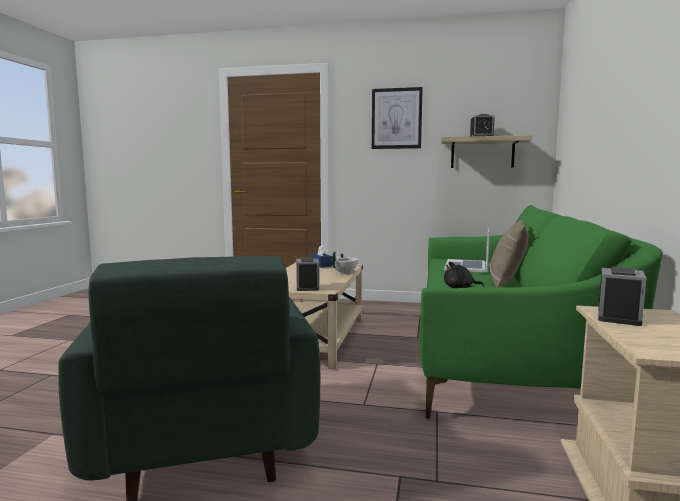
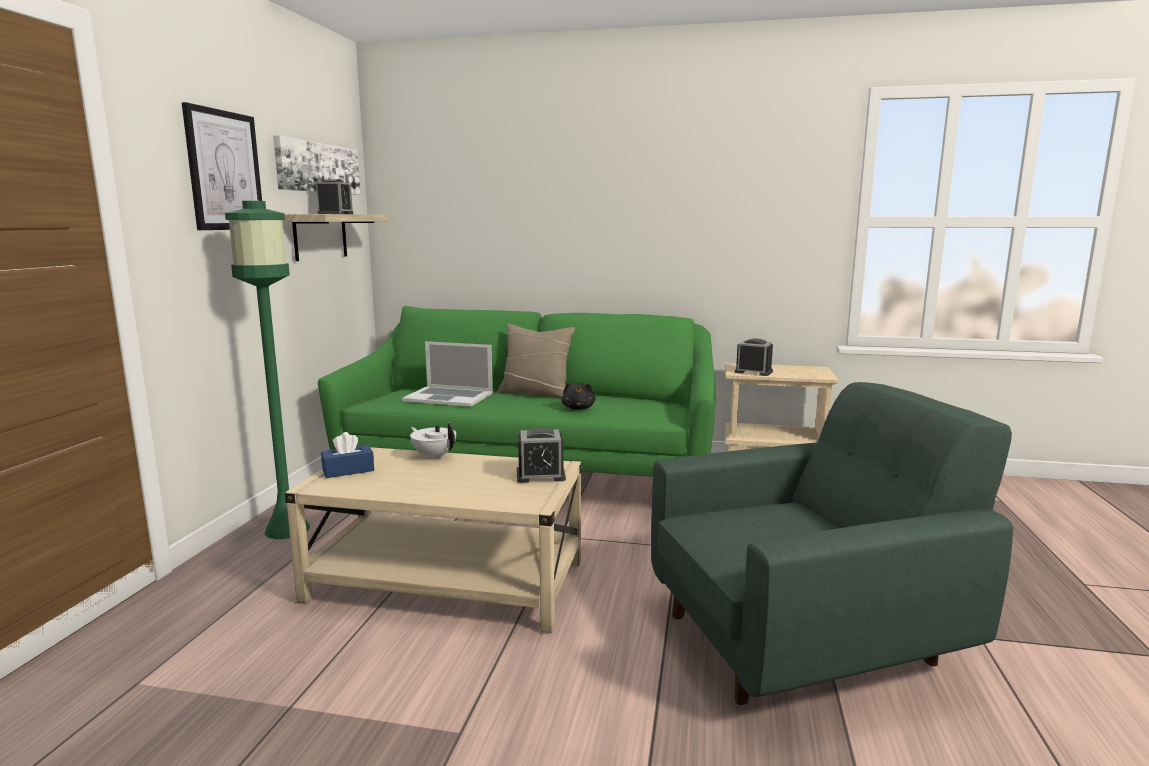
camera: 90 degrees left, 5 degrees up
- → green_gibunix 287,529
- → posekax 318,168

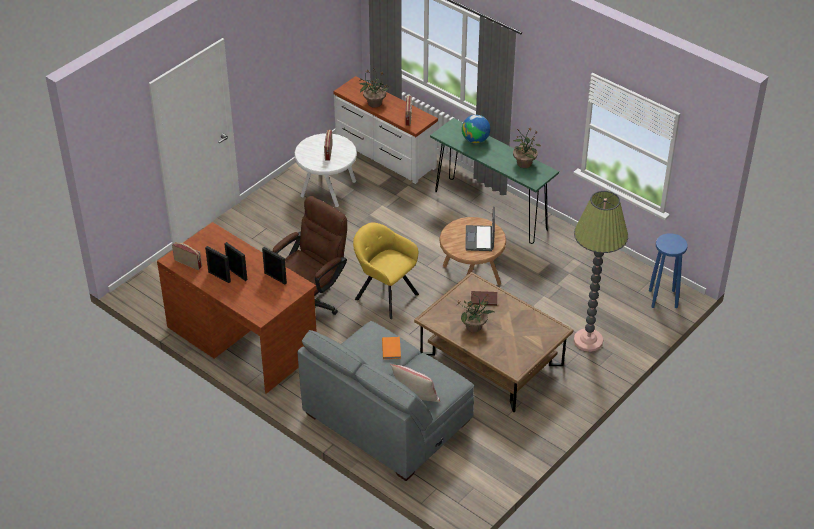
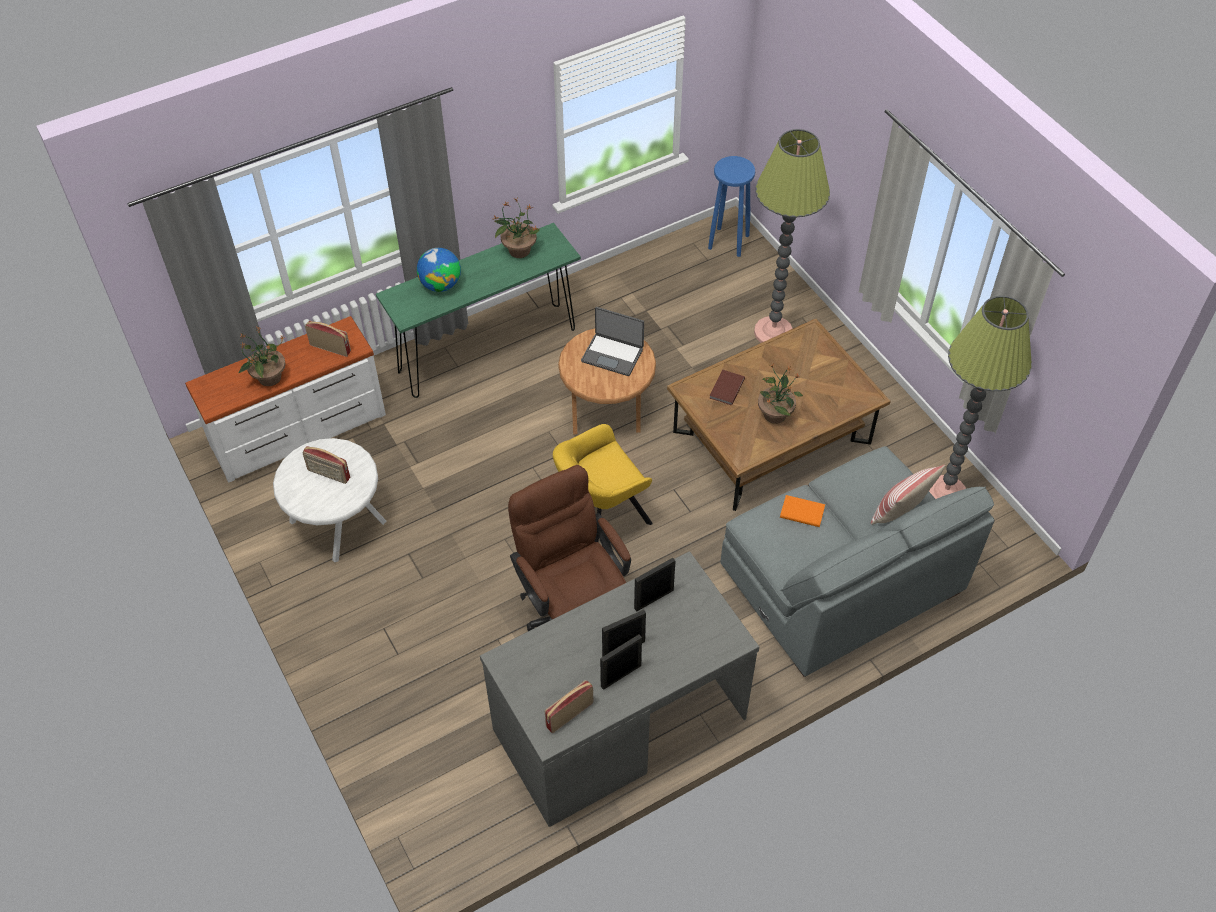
camera: 70 degrees left, 10 degrees up
- → gibunix 945,494
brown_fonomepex 242,338 → grey_fonomepex 618,723

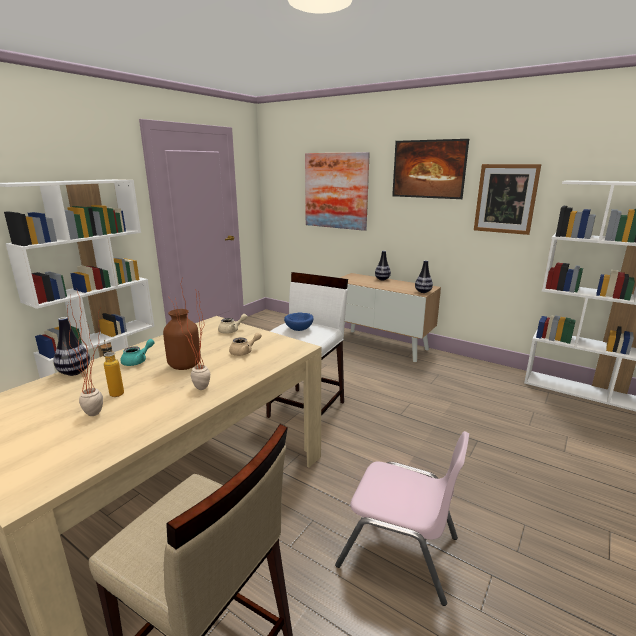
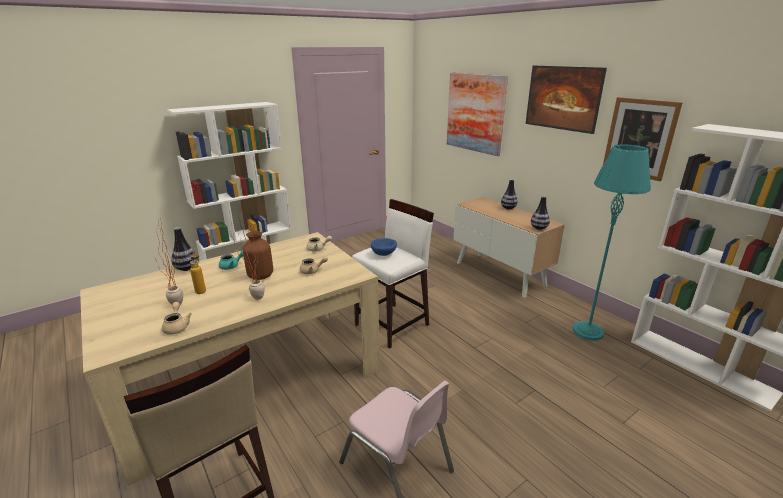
camera: 20 degrees right, 5 degrees up
- → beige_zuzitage 177,326
- → turquoise_gibunix 588,331

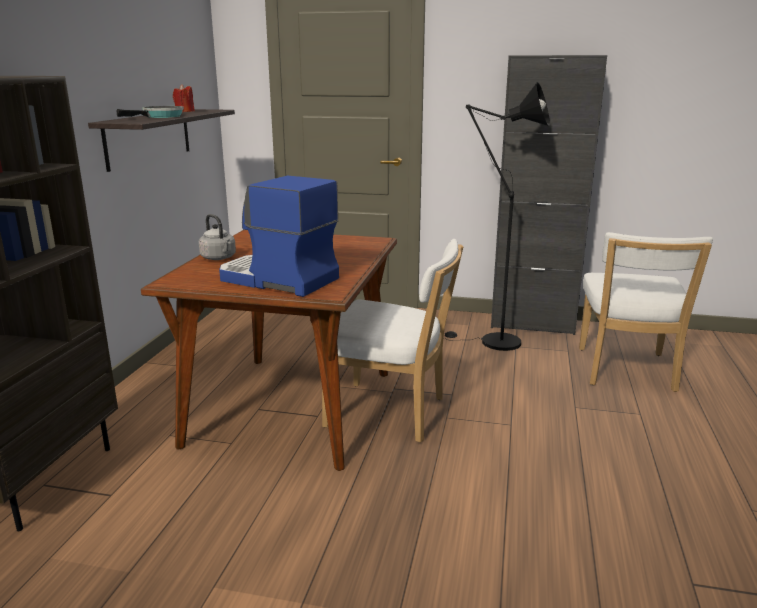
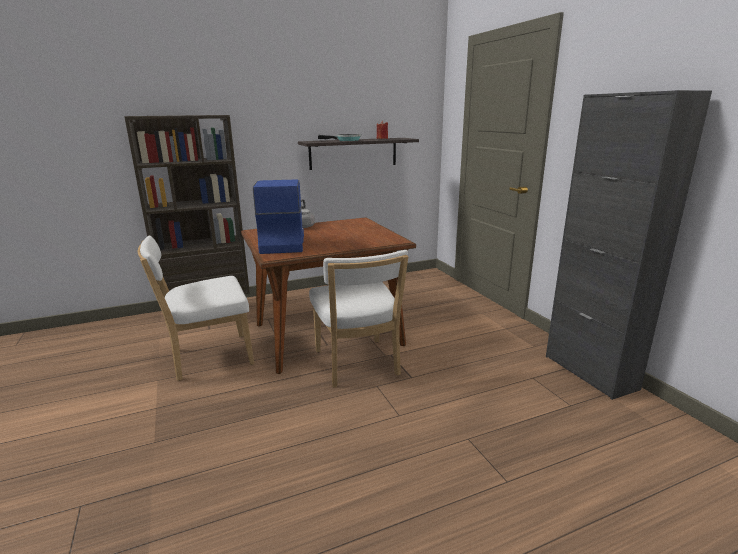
camera: 55 degrees right, 0 degrees up
black_gibunix 492,342 → -
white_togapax 626,372 → white_togapax 207,358, moved

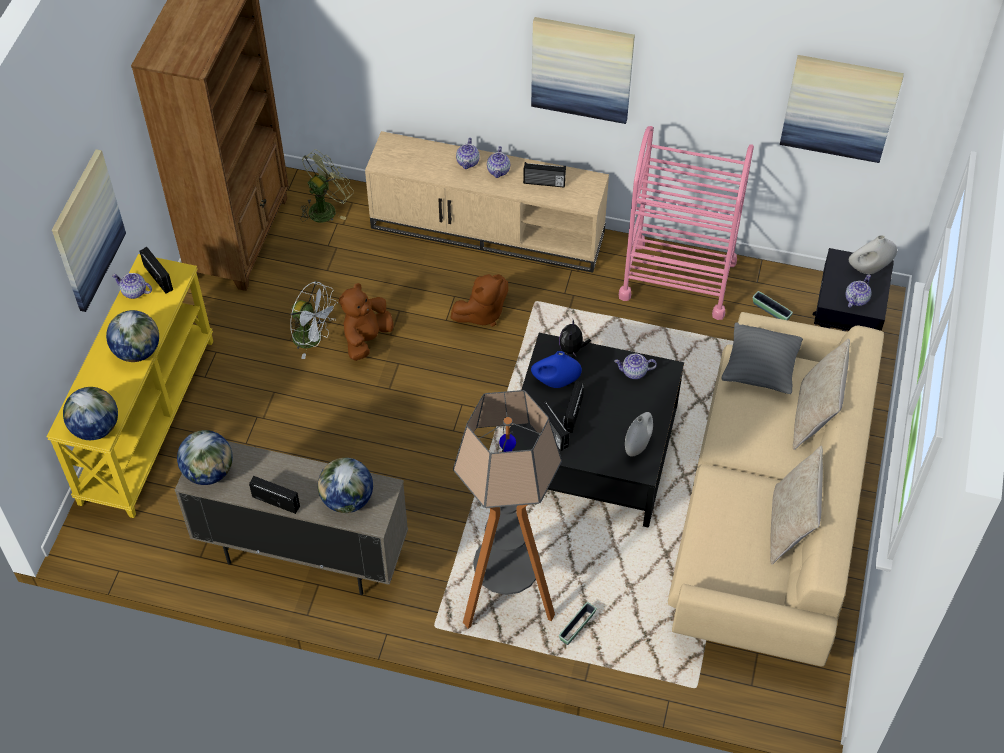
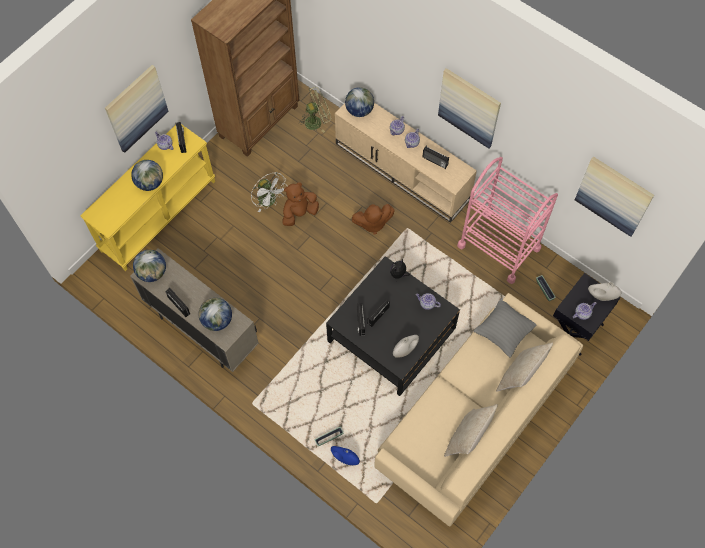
camera: 25 degrees right, 10 degrees up
gibunix 507,599 → -
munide 95,428 → munide 359,110, moved
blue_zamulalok 555,382 → blue_zamulalok 345,458, moved

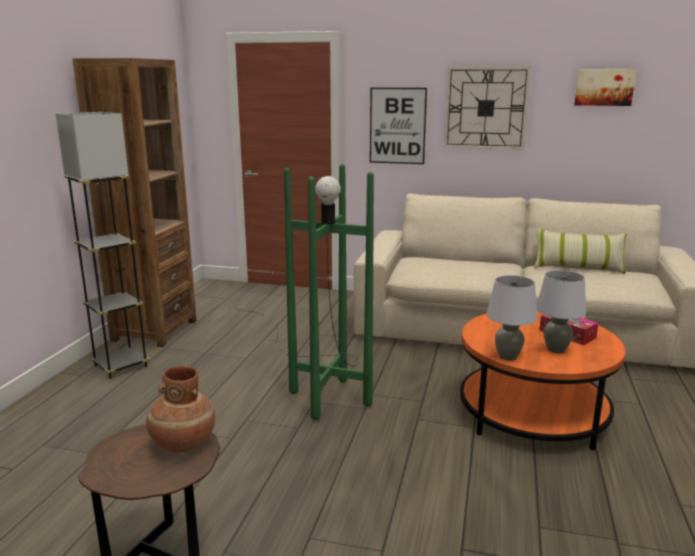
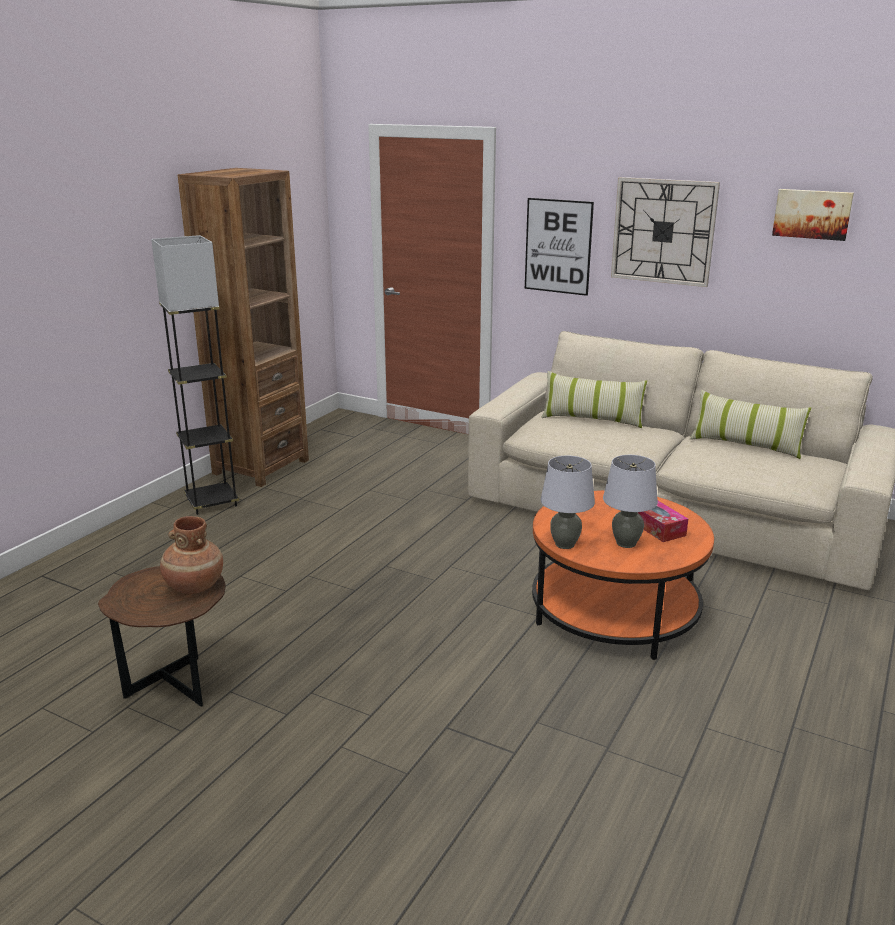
camera: 15 degrees right, 5 degrees up
green_gibunix 311,369 → -
- → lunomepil 592,419

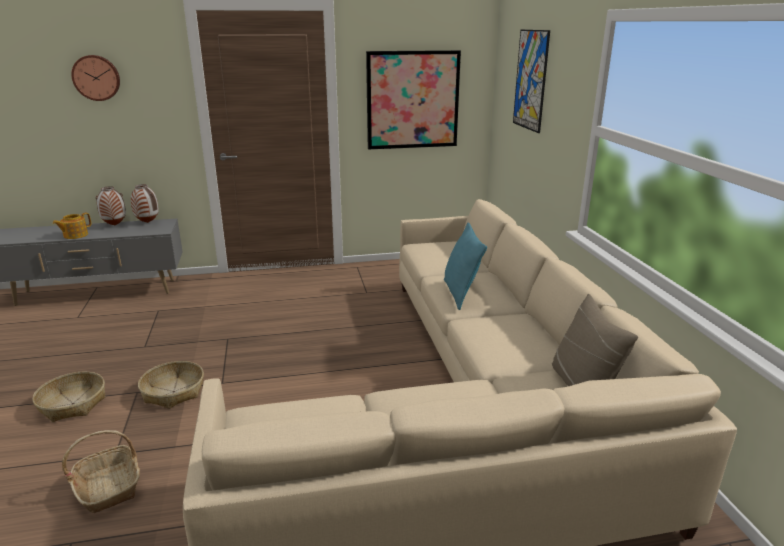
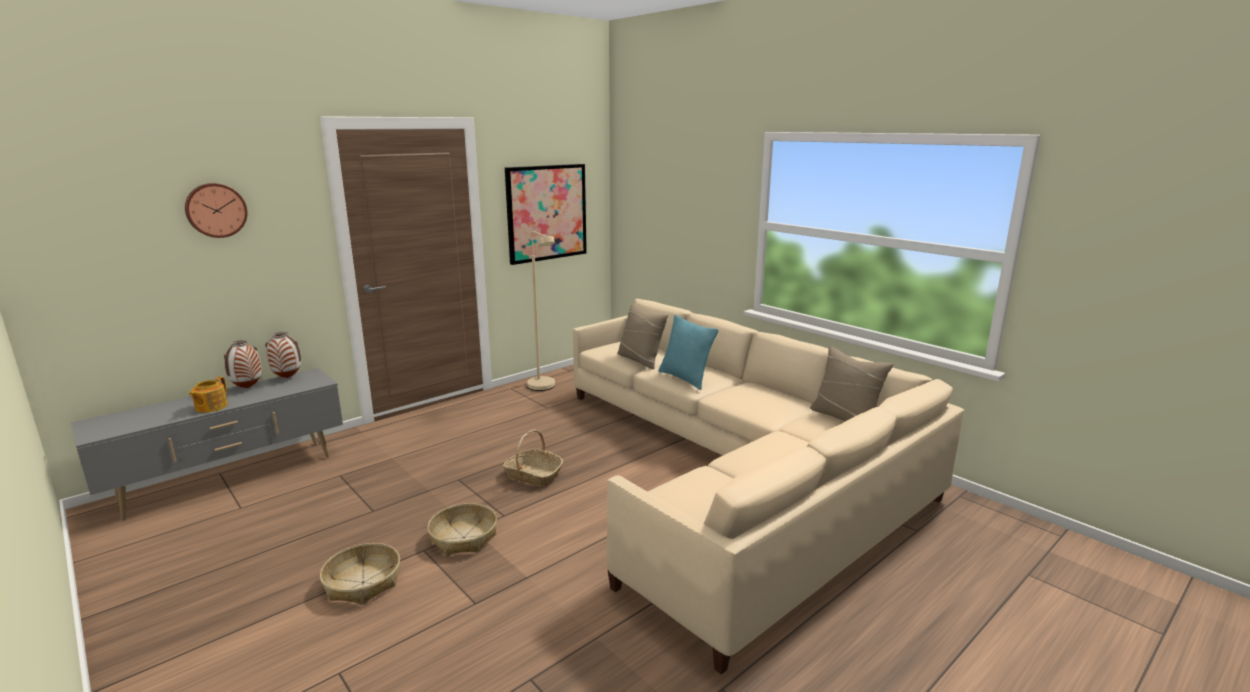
camera: 30 degrees left, 5 degrees down
posekax 530,80 → -
- → beige_gibunix 544,388
- → beige_lunomepil 640,360
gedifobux 109,486 → gedifobux 533,475, moved

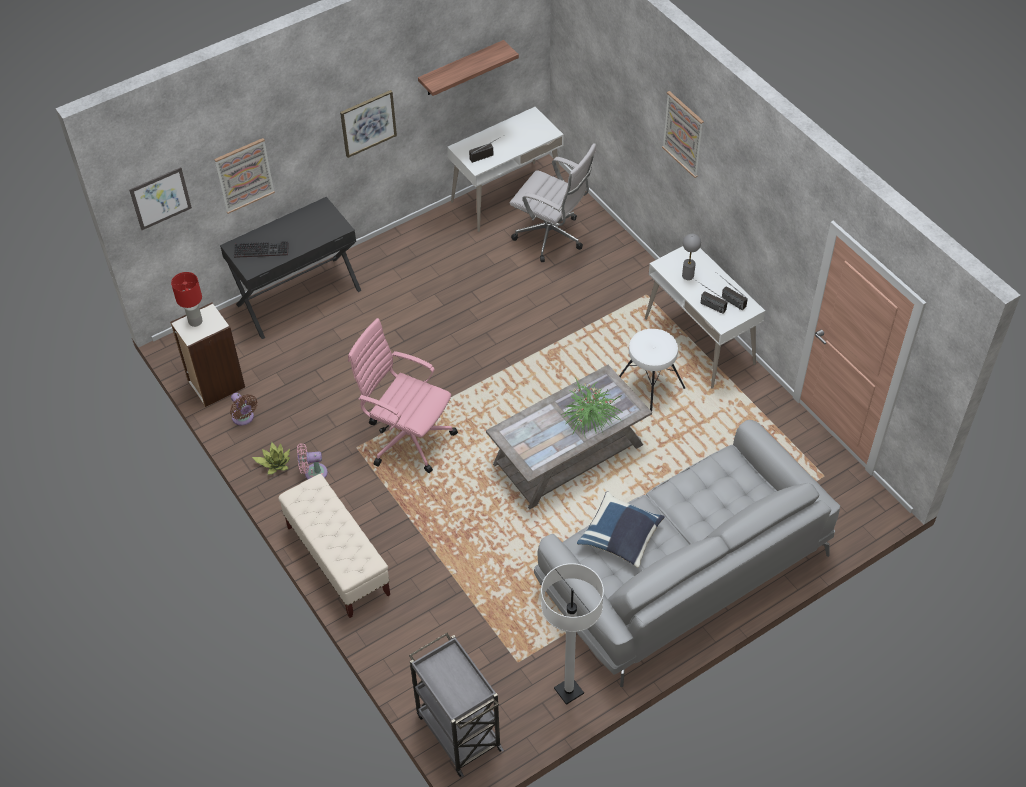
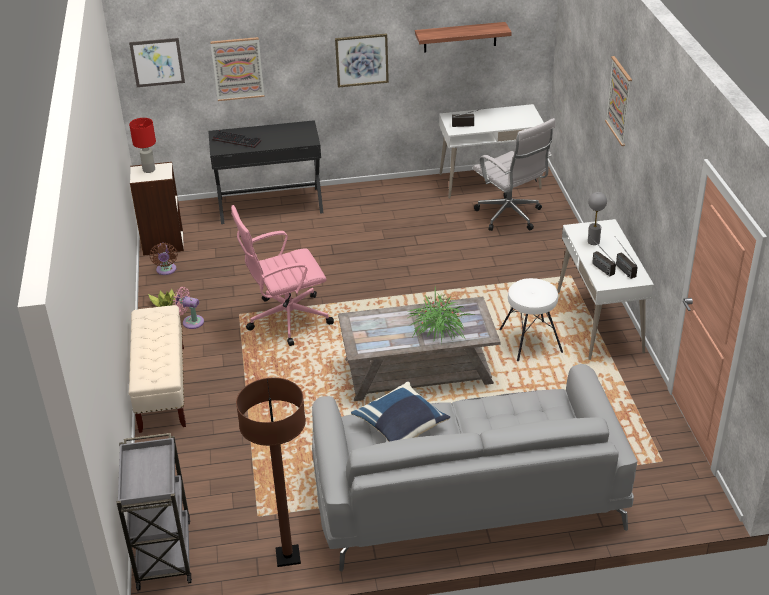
camera: 25 degrees right, 15 degrees down
white_gibunix 568,691 → brown_gibunix 288,556
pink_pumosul 407,437 → pink_pumosul 286,319, 75 degrees counterclockwise

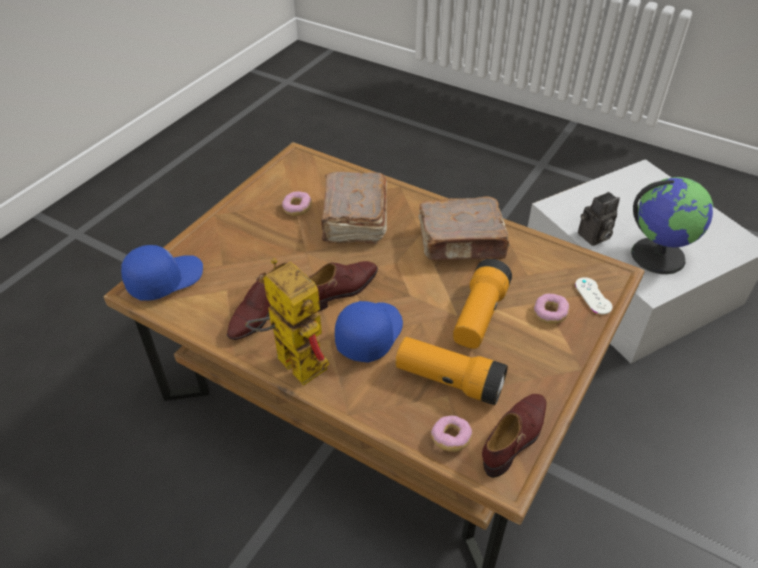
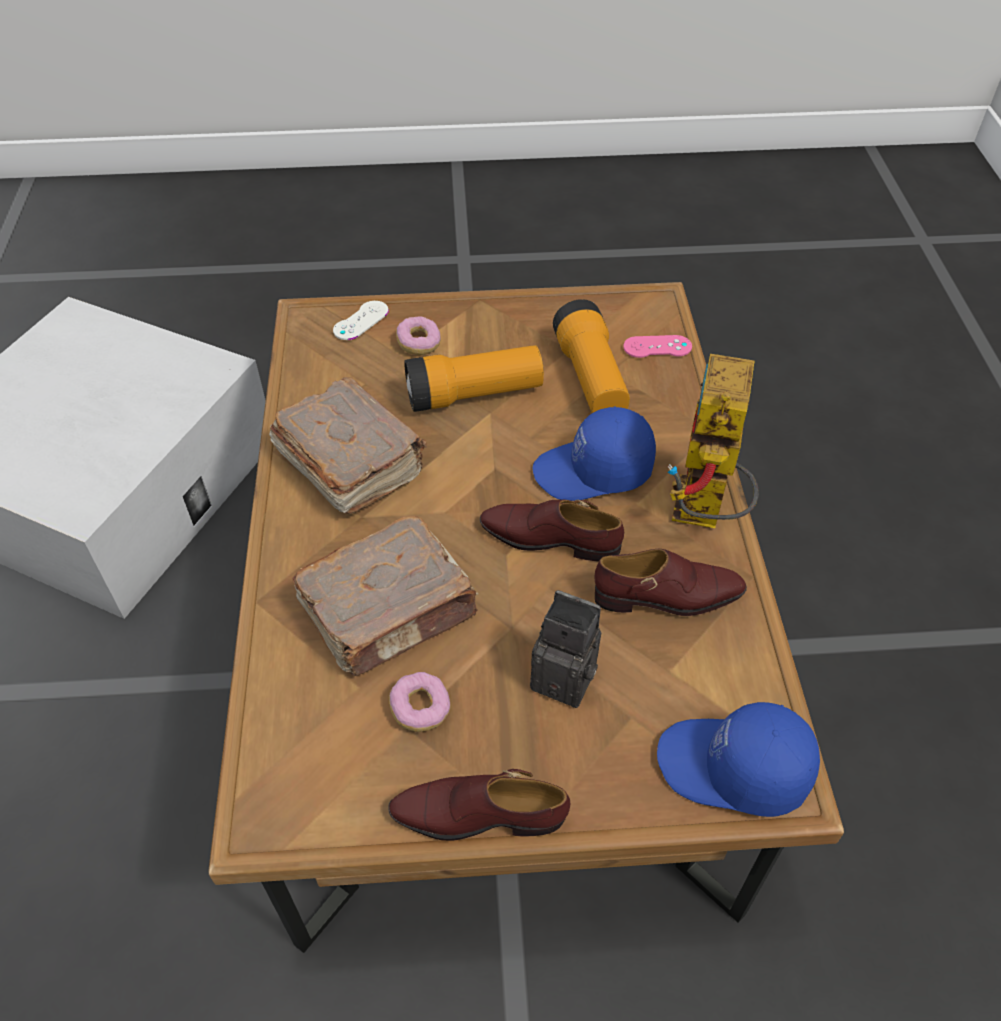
camera: 125 degrees left, 5 degrees up
munide 658,255 → -
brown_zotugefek 515,438 → brown_zotugefek 478,814, moved
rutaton 593,237 → rutaton 568,677, moved
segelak 451,438 → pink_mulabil 657,347

